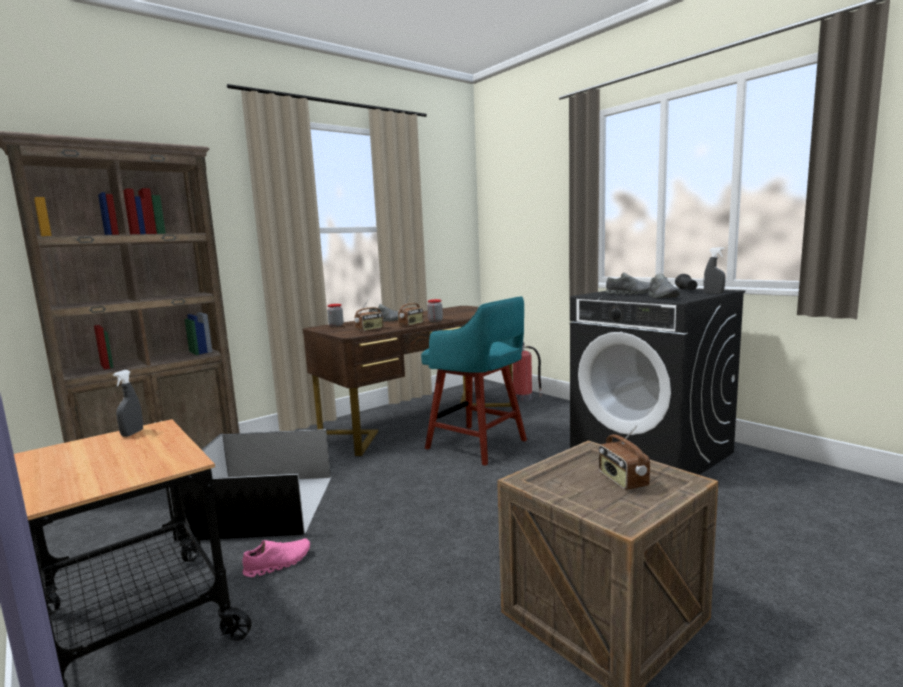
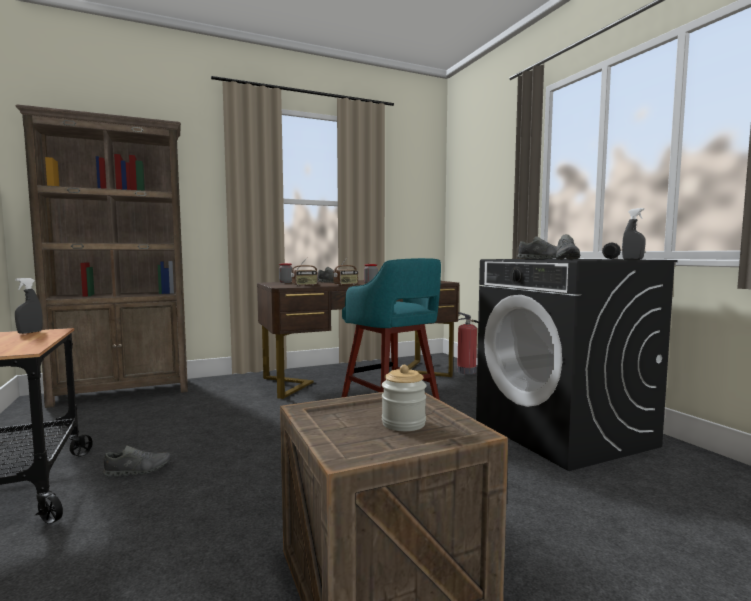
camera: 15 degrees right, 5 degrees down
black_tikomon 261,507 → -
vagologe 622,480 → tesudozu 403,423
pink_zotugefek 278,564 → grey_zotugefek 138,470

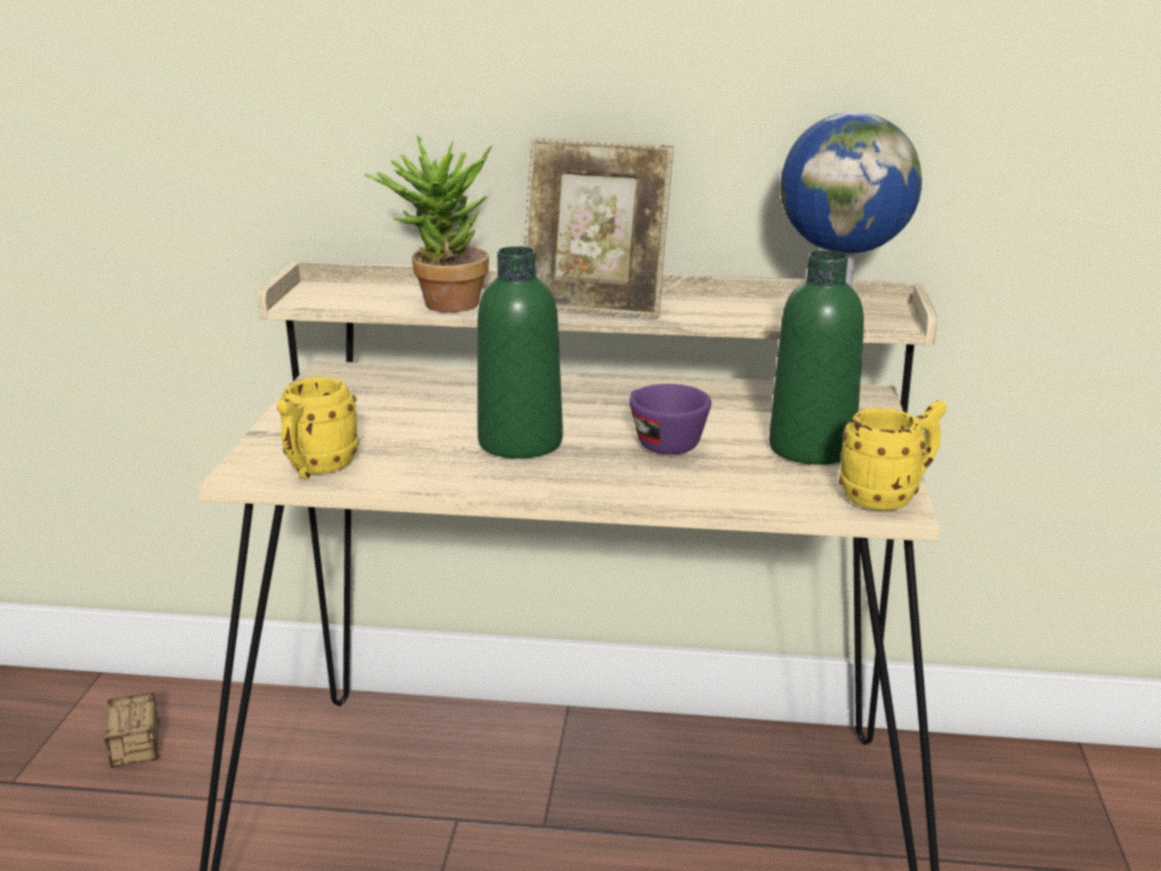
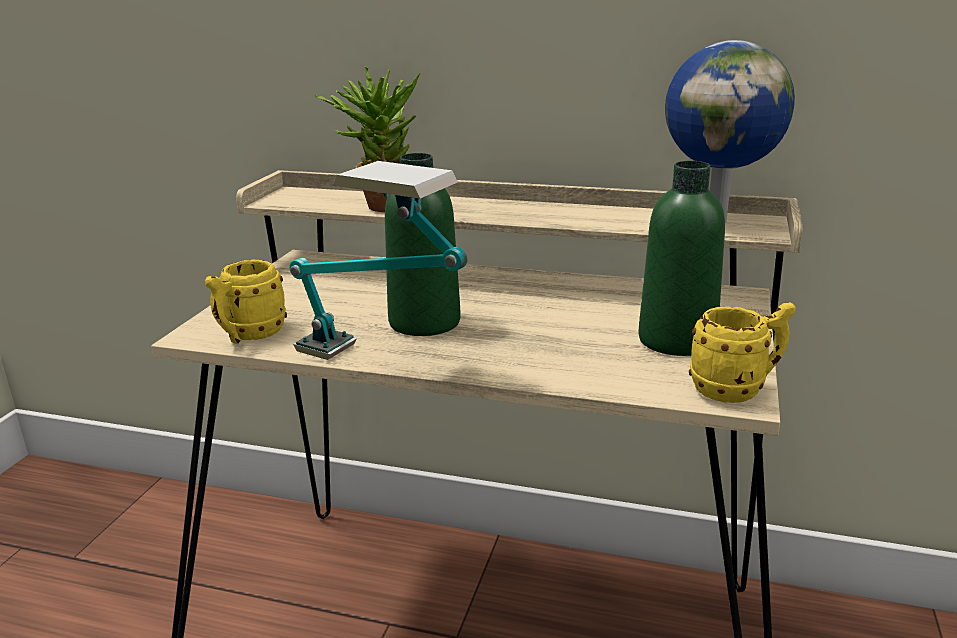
camera: 10 degrees right, 0 degrees up
tikomon 134,773 → -
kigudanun 594,306 → -
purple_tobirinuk 660,442 → -
- → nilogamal 381,362

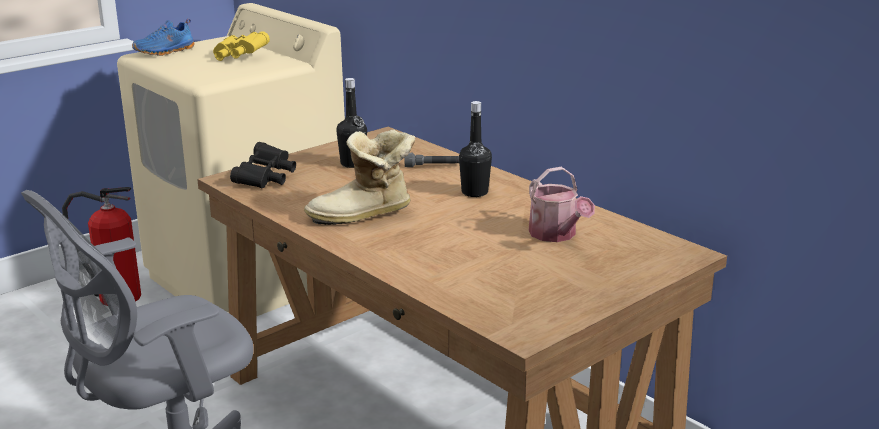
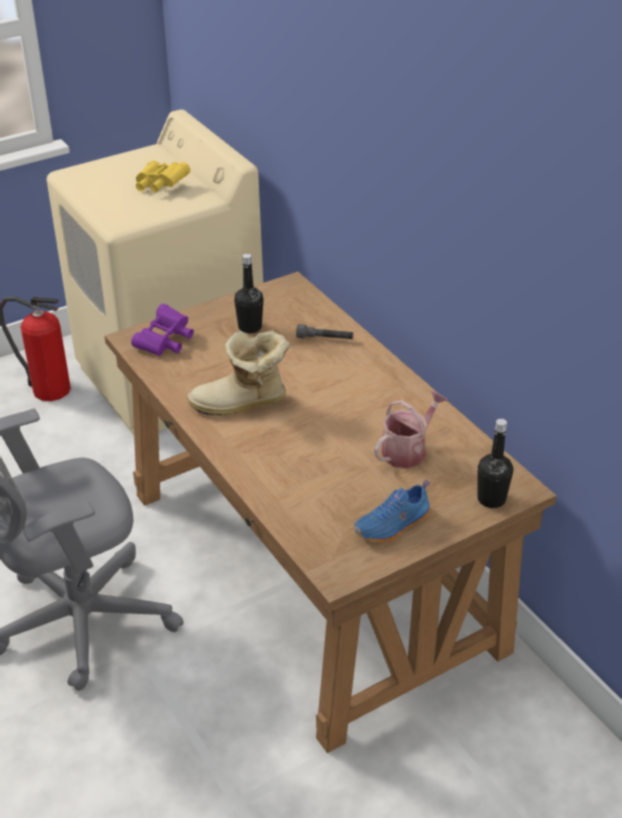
camera: 10 degrees right, 15 degrees up
blue_zotugefek 165,52 → blue_zotugefek 393,526, moved
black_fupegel 474,192 → black_fupegel 491,499, moved
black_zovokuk 266,179 → purple_zovokuk 165,342
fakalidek 556,235 → fakalidek 408,450, 120 degrees counterclockwise

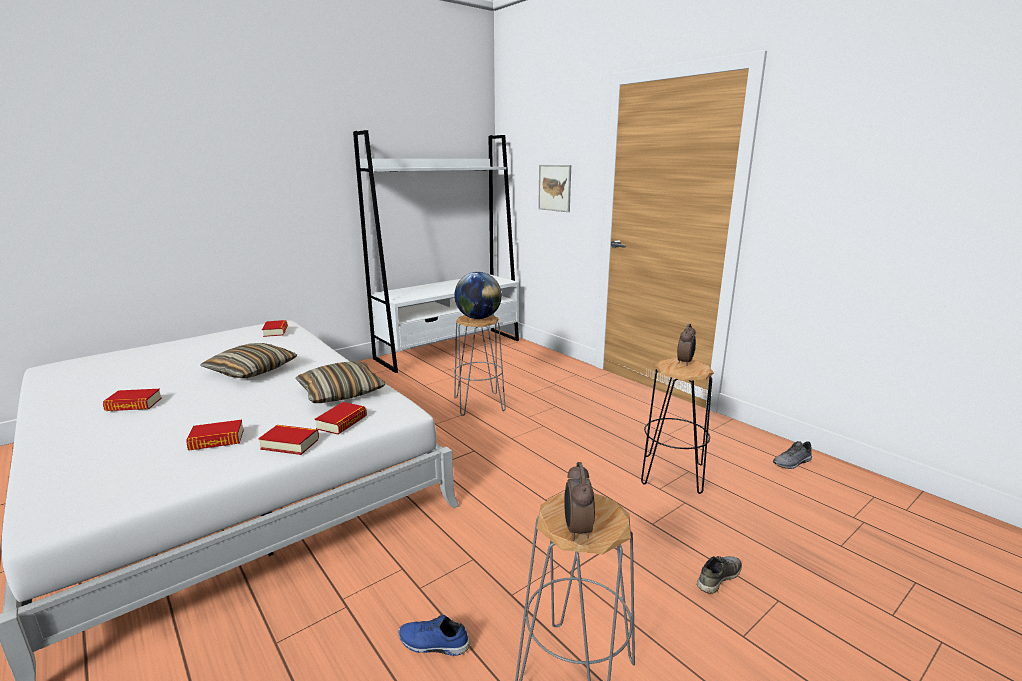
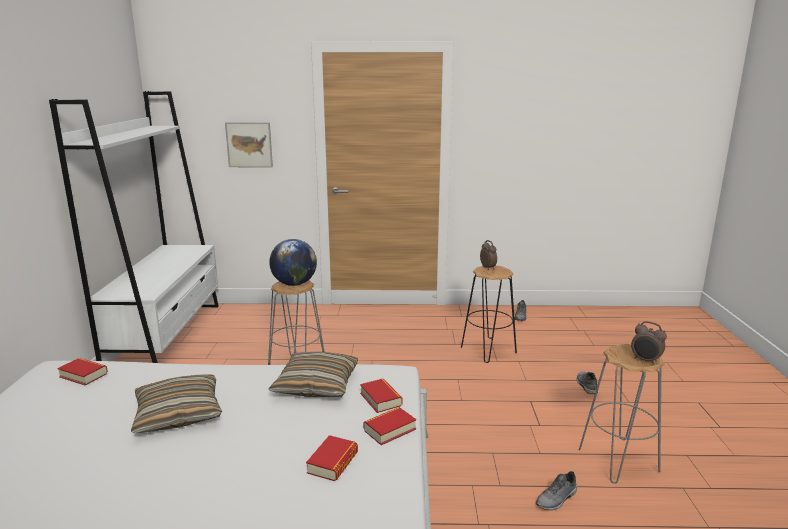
camera: 50 degrees left, 0 degrees up
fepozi 134,404 → -
blue_zotugefek 433,644 → grey_zotugefek 557,499

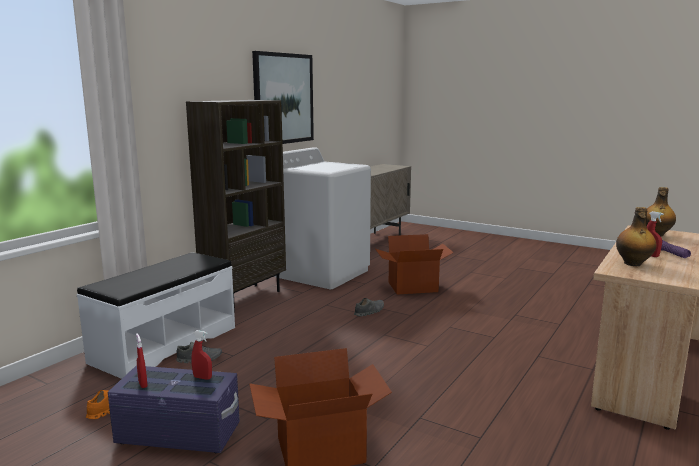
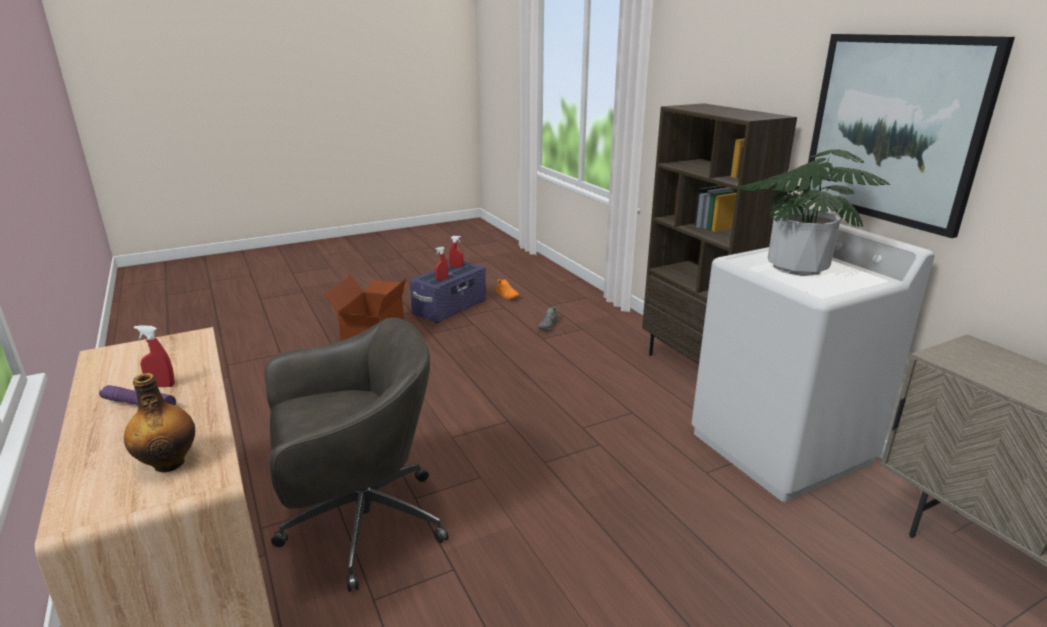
camera: 120 degrees right, 10 degrees up
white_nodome 164,344 → -
grey_zotugefek 369,312 → -
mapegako 413,287 → -
fupegel 633,264 → -
- → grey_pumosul 360,524
- → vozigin 797,268

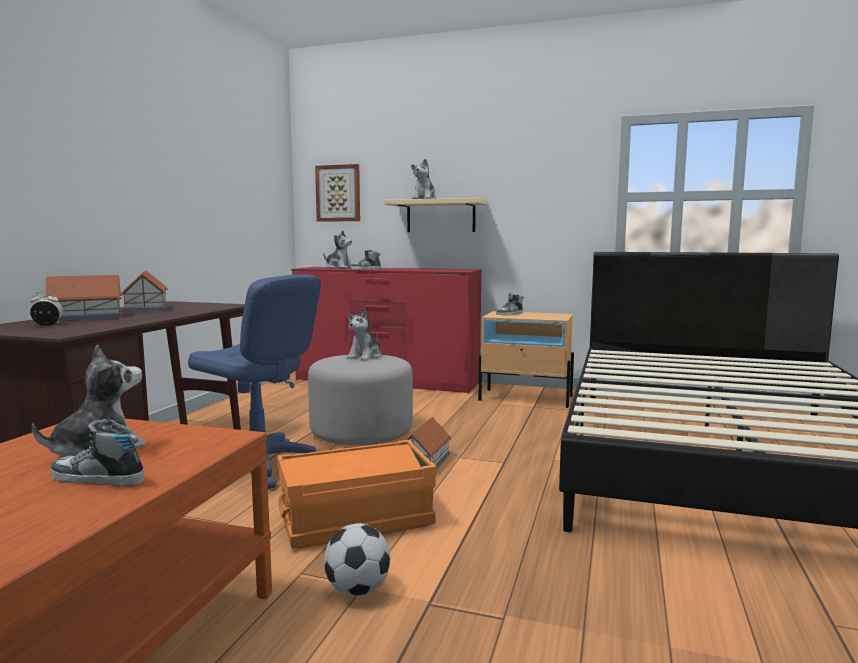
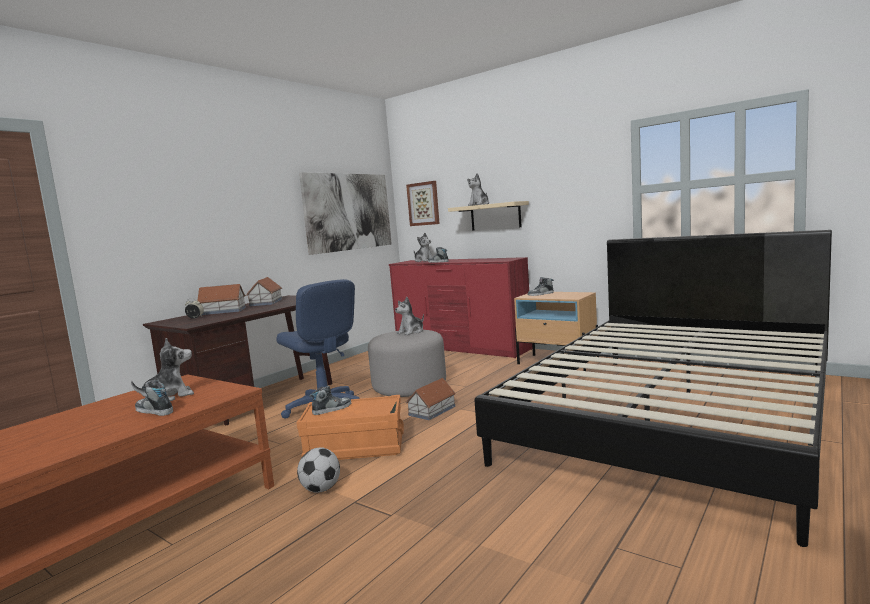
camera: 20 degrees right, 0 degrees up
- → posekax 348,212
- → zotugefek 332,409

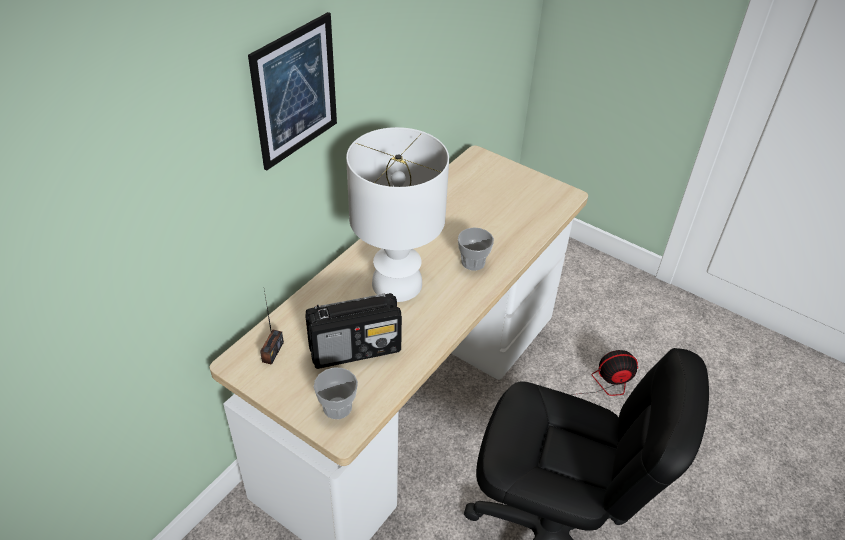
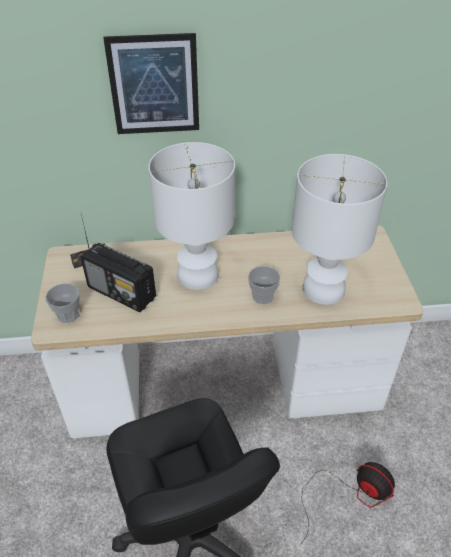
camera: 50 degrees right, 0 degrees up
- → white_nilogamal 322,289

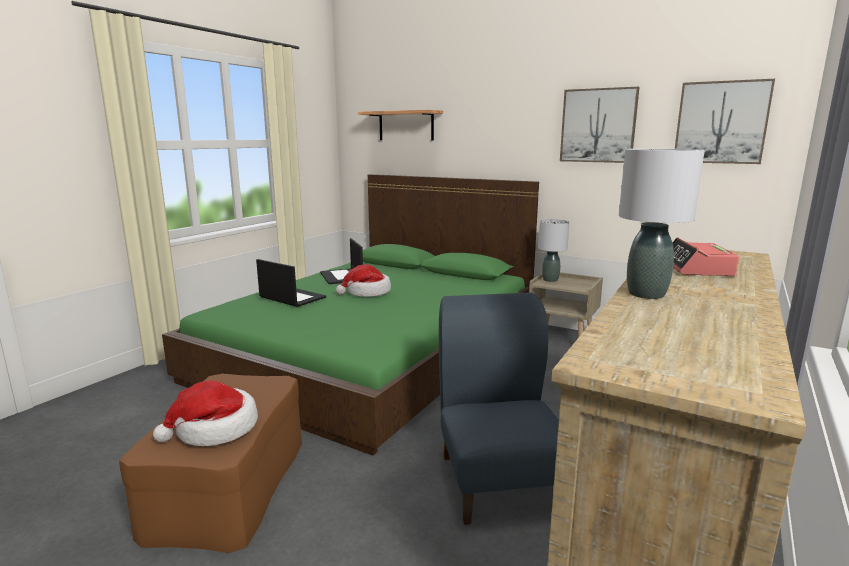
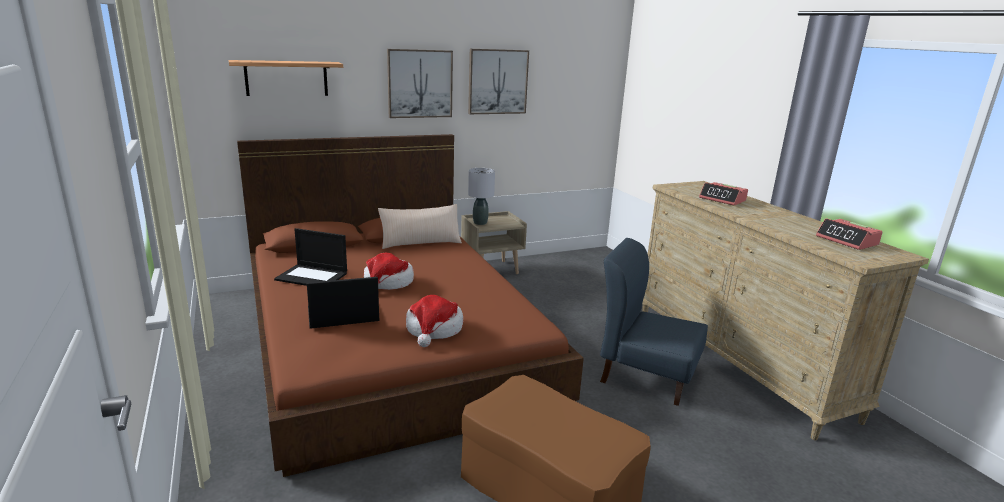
camera: 55 degrees left, 5 degrees up
grey_nilogamal 646,294 → -
- → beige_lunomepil 420,243
- → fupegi 847,241
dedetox 214,429 → dedetox 434,329, moved
posekax 721,122 → posekax 420,83, moved
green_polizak 375,348 → brown_polizak 390,339

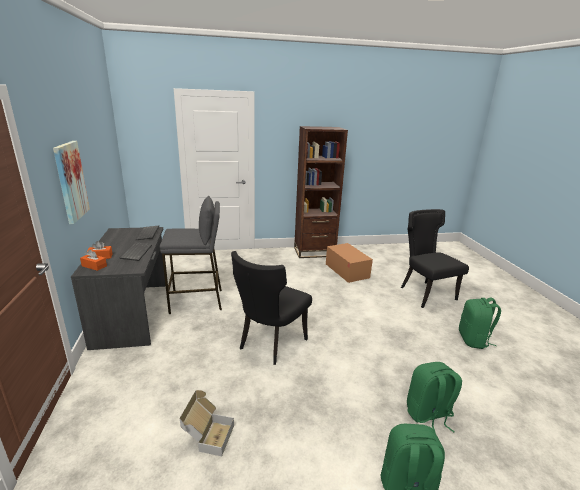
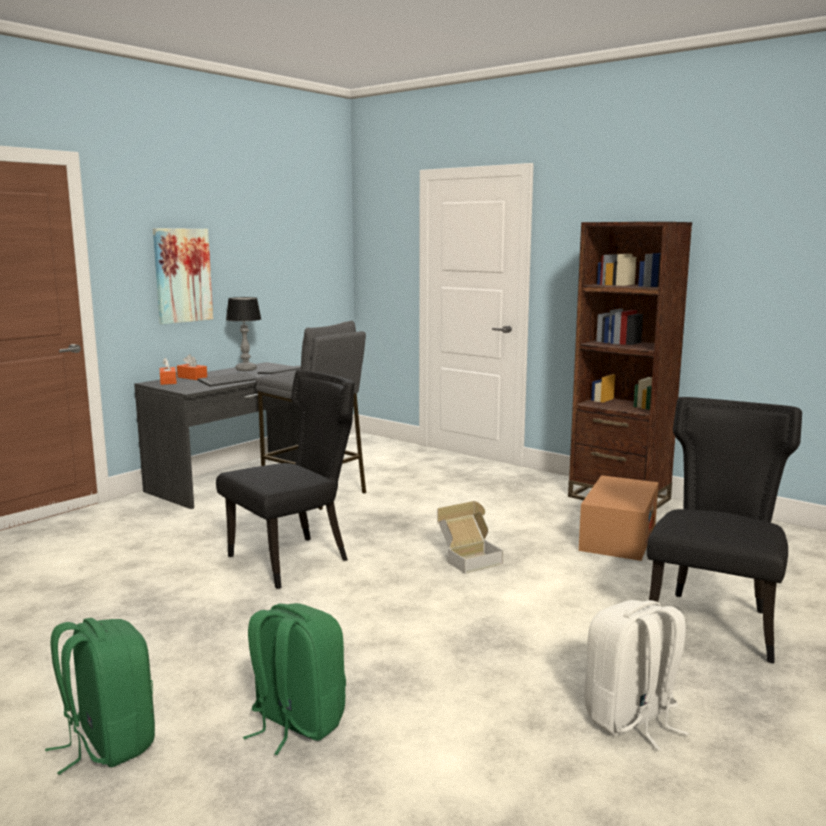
camera: 50 degrees right, 10 degrees down
- → nilogamal 245,369
mapegako 208,436 → mapegako 468,559, moved
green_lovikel 473,340 → white_lovikel 631,719
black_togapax 270,344 → black_togapax 294,559, 150 degrees clockwise

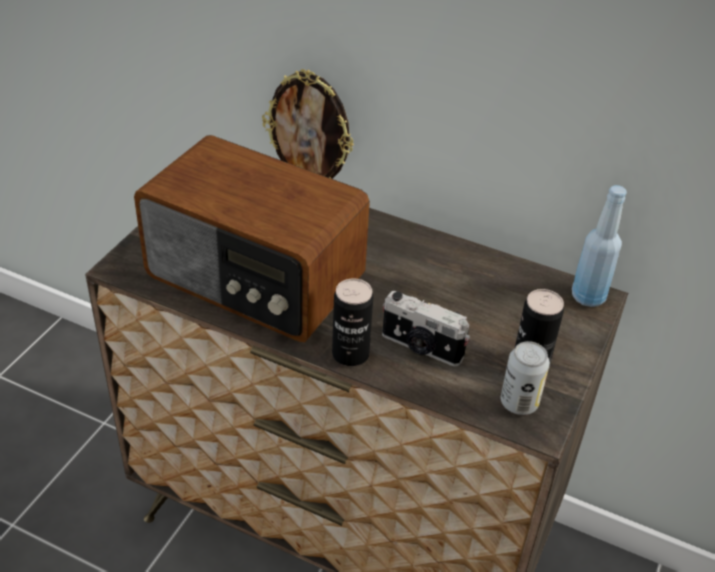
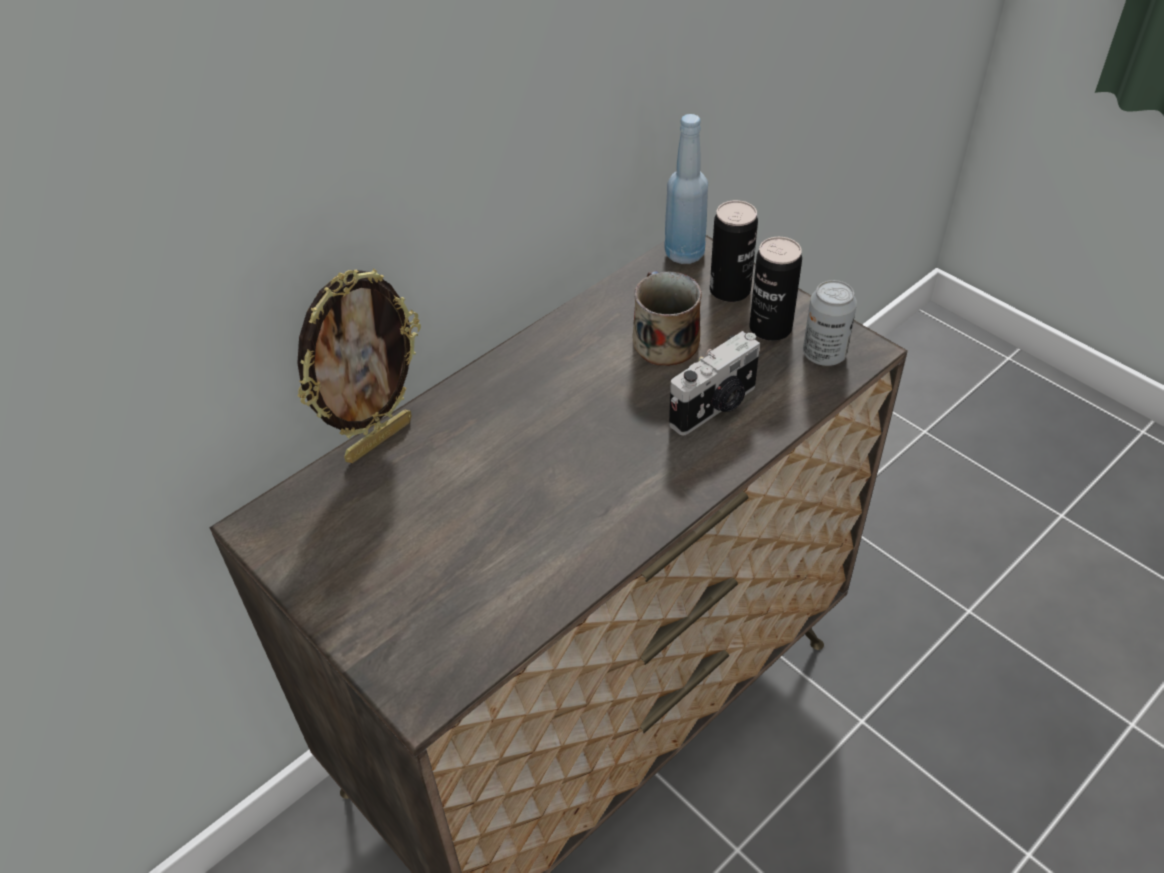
camera: 65 degrees left, 5 degrees up
vagologe 254,278 → -
- → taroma 663,339
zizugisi 350,354 → zizugisi 730,290, moved

